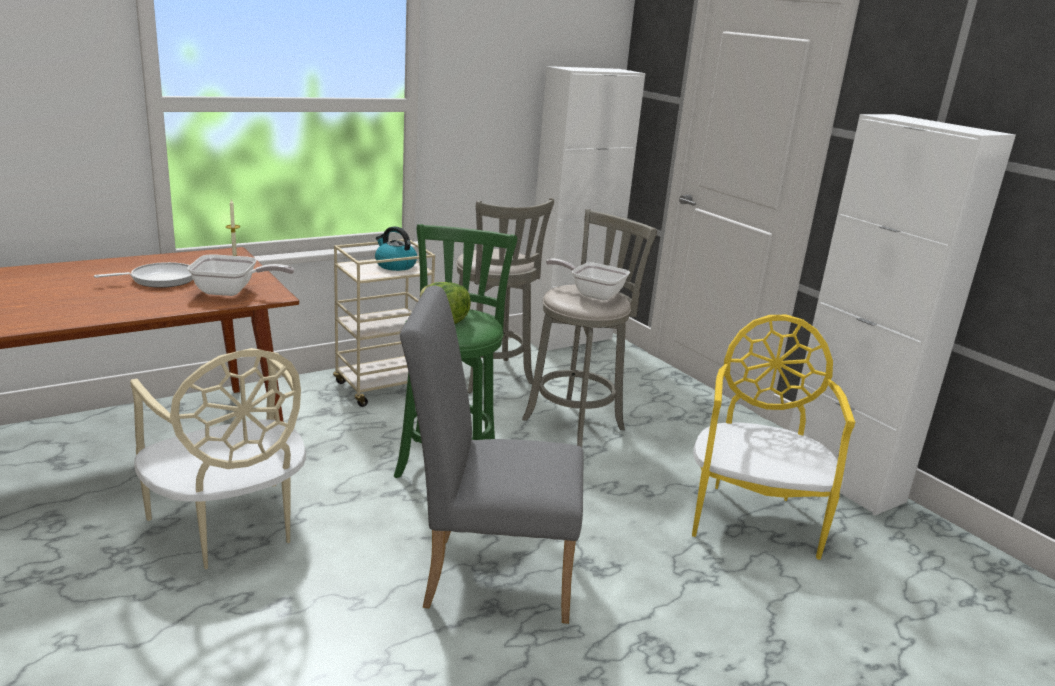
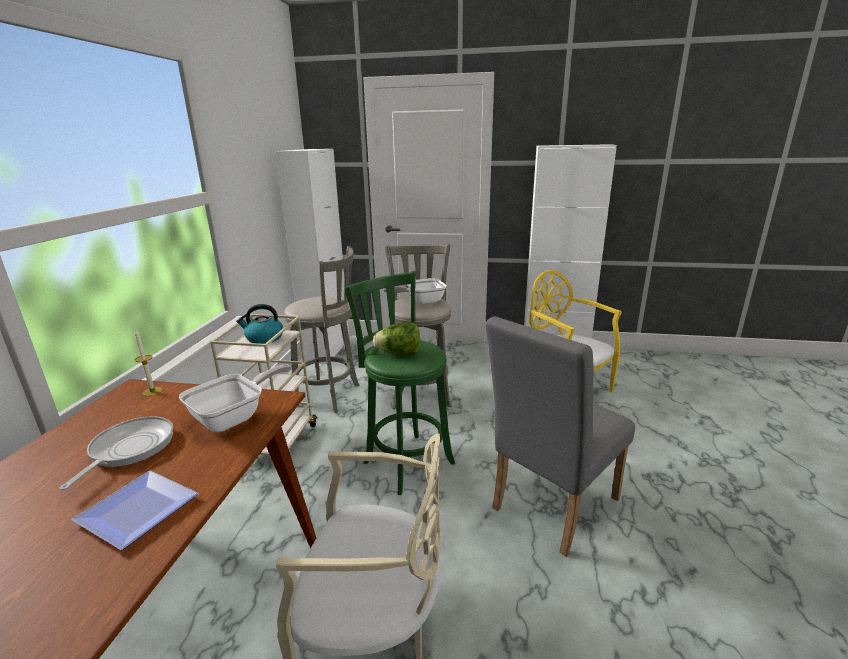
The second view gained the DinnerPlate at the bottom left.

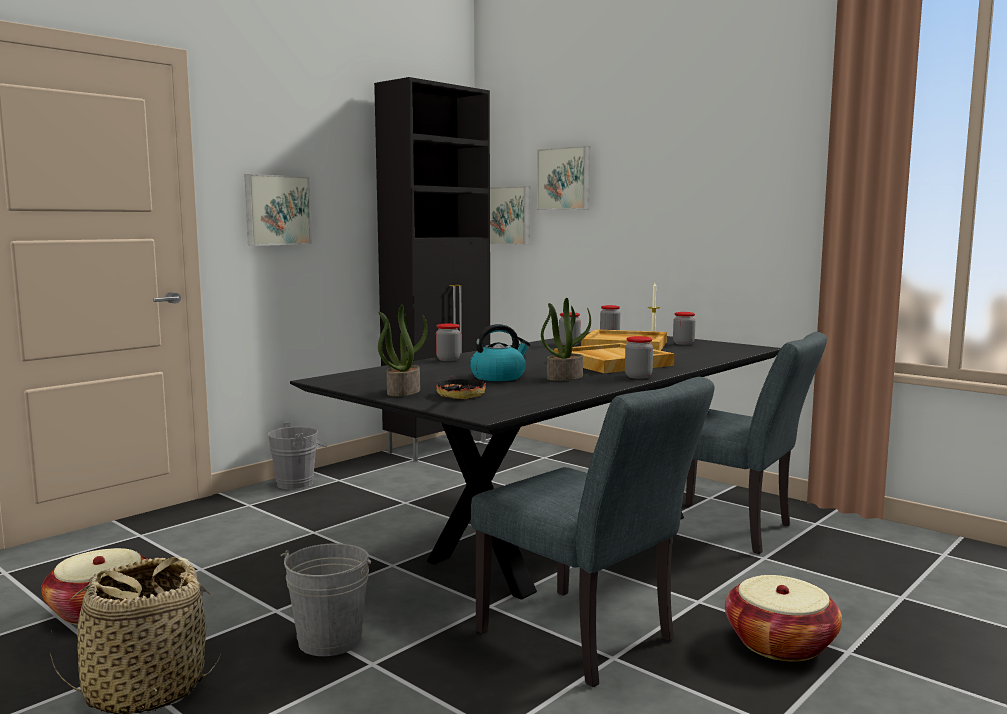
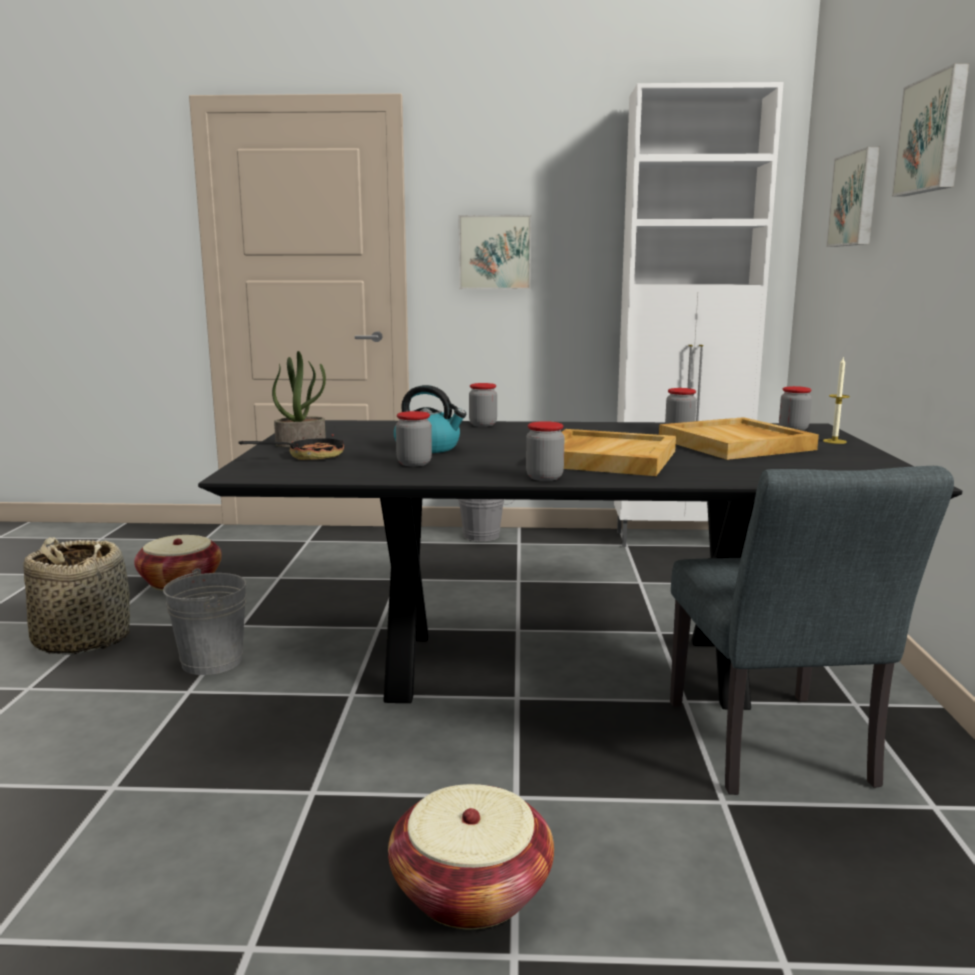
The second view lost the GrayPlainChair (no. 1 from left) at the bottom centre. The second view lost the Houseplant (no. 2 from left) at the centre. The WallArt (no. 2 from left in the first image) ended up elsewhere, having gone from the top centre to the top right. The Jar (no. 5 from left in the first image) ended up elsewhere, having gone from the middle right to the centre. What was the BlackishStorageCabinet at the centre turned into the WhiteColouredStorageCabinet at the top right.

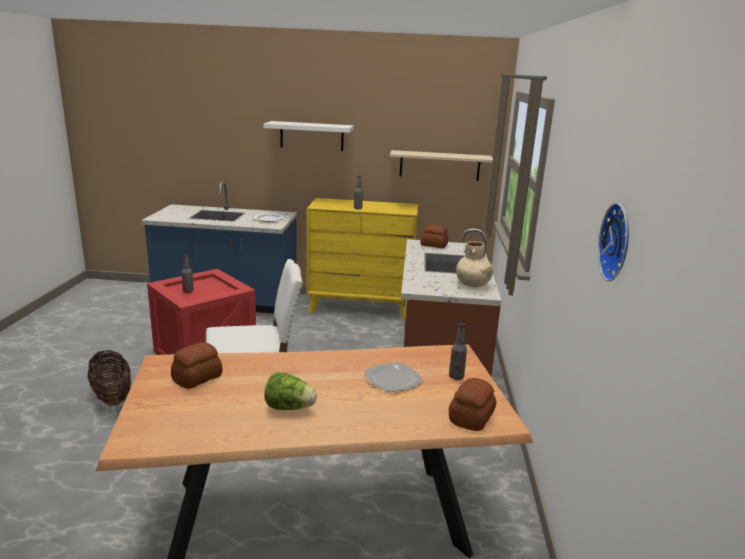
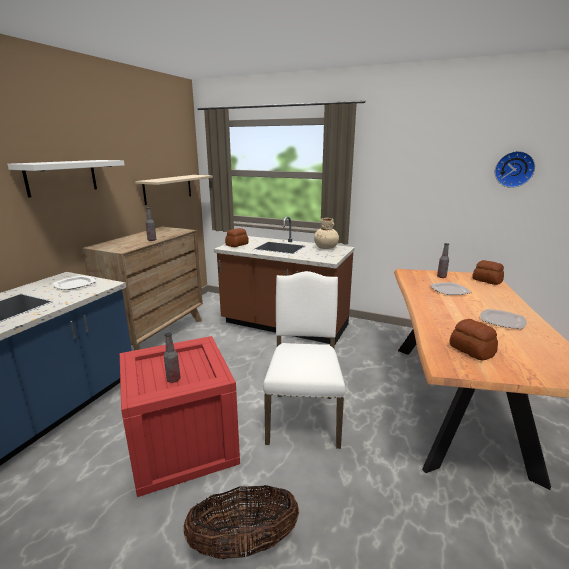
Where the HeadOfLettuce stood at the bottom centre, the DinnerPlate (no. 3 from left) came to stand at the middle right. What was the YellowColouredDresser at the centre turned into the BrownishDresser at the middle left.

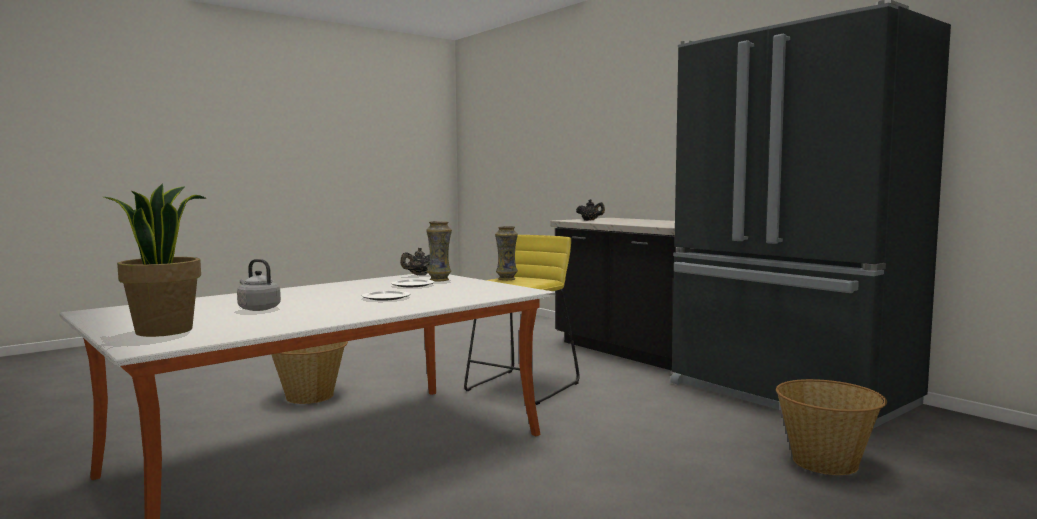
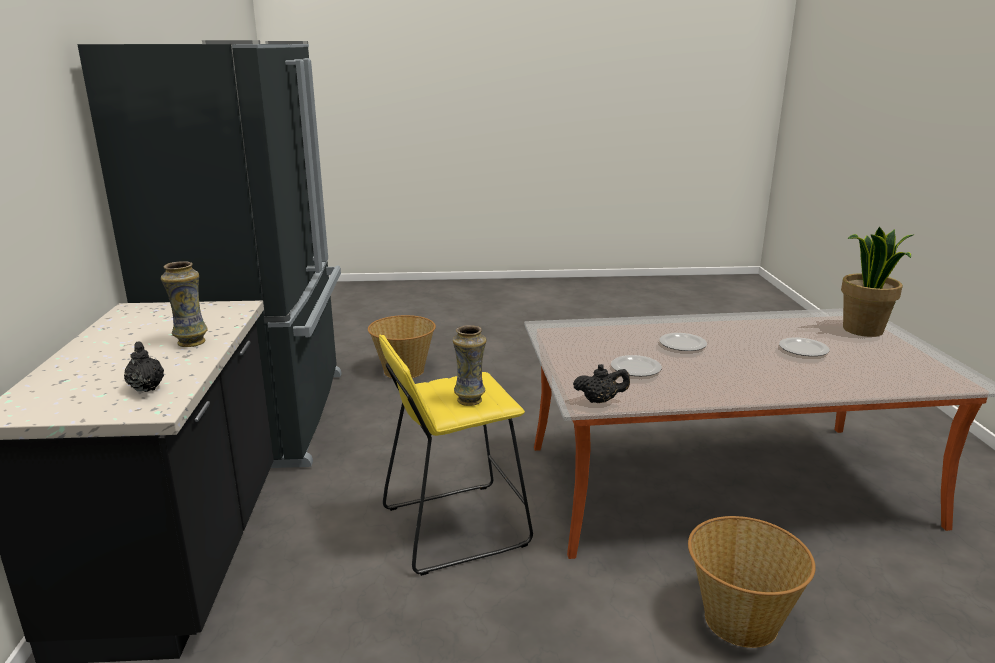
The DecorativeVase (no. 1 from left) ended up elsewhere, having gone from the centre to the middle left. Where the GrayTeaKettle stood at the middle left, the DinnerPlate (no. 3 from left) came to stand at the middle right.

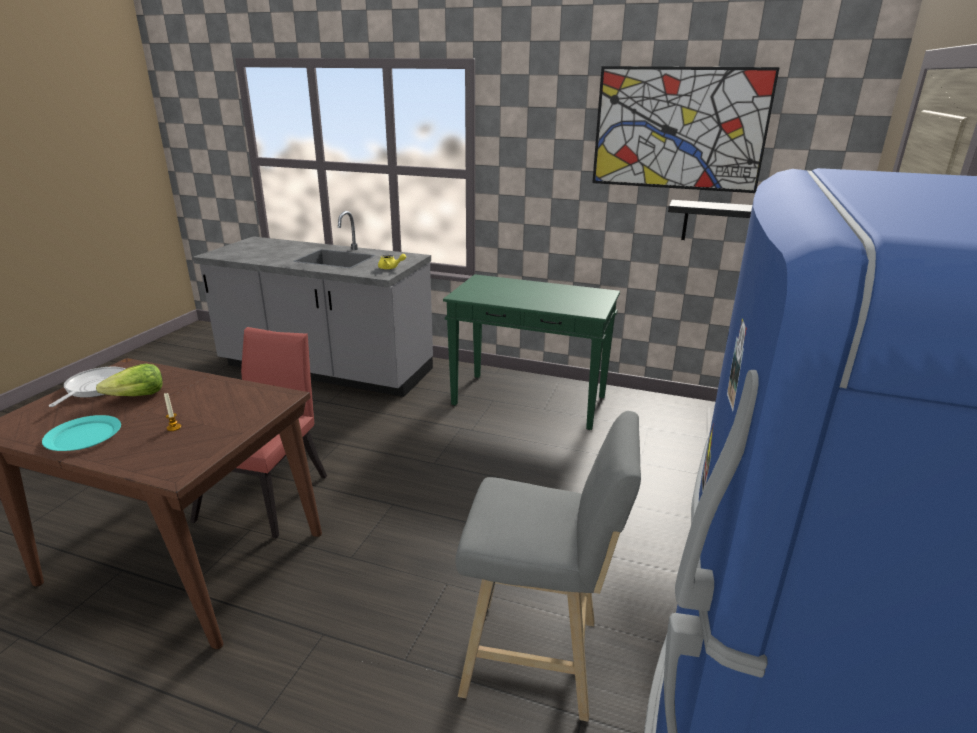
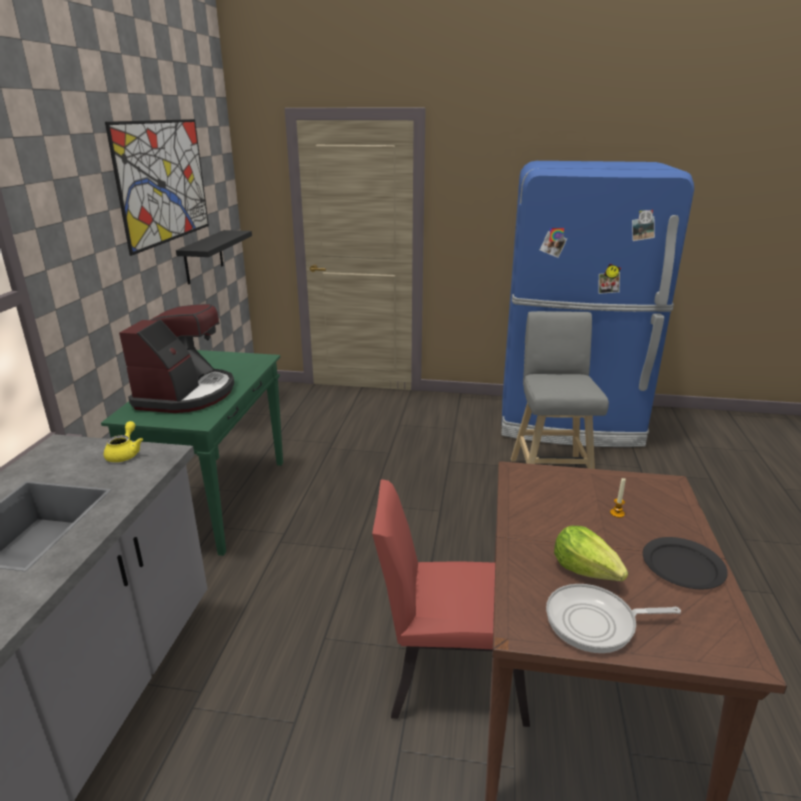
The second view gained the CoffeeMachine at the middle left. What was the TurquoiseColouredDinnerPlate at the middle left turned into the BlackishDinnerPlate at the bottom right.

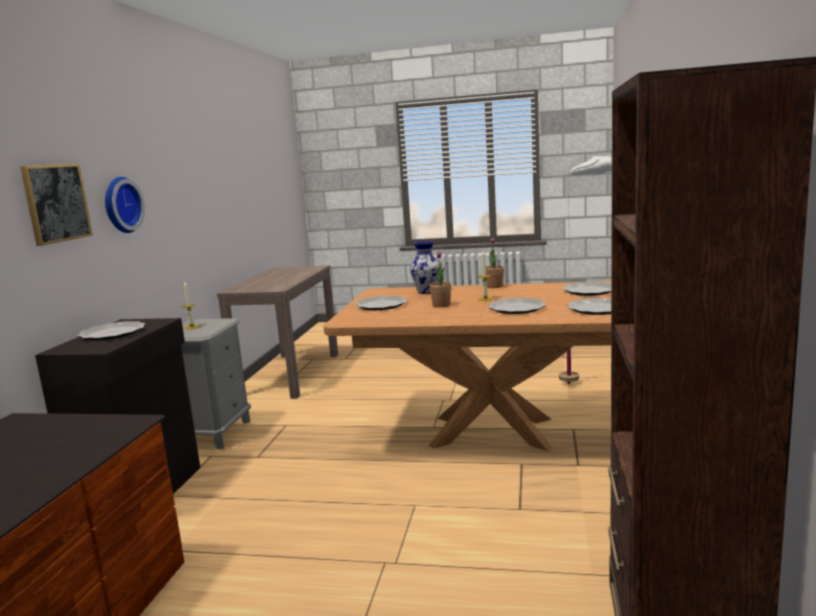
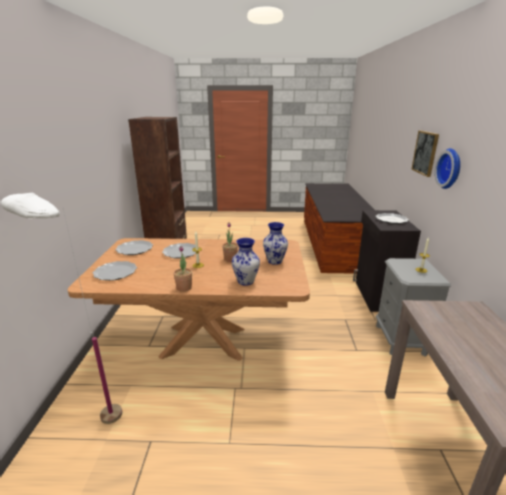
Where the DinnerPlate (no. 2 from left) stood at the centre, the DecorativeVase (no. 2 from left) came to stand at the centre.

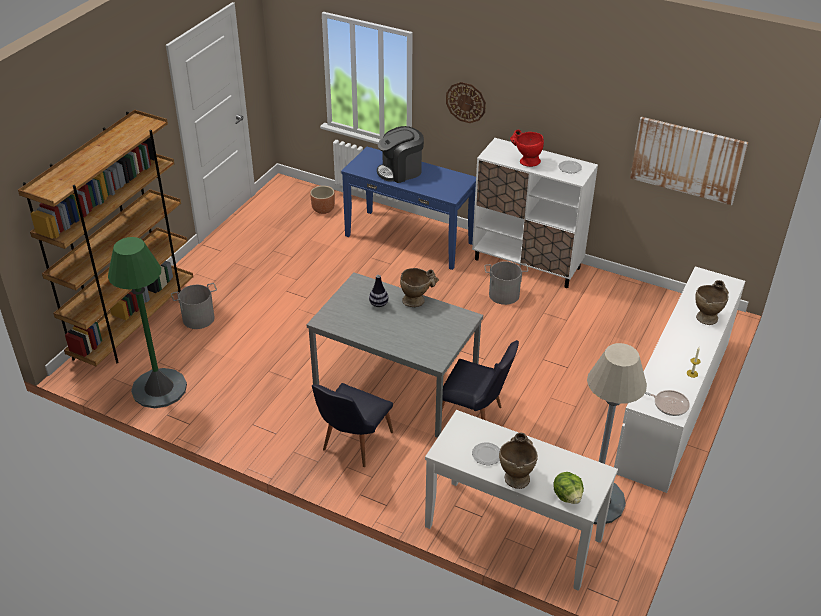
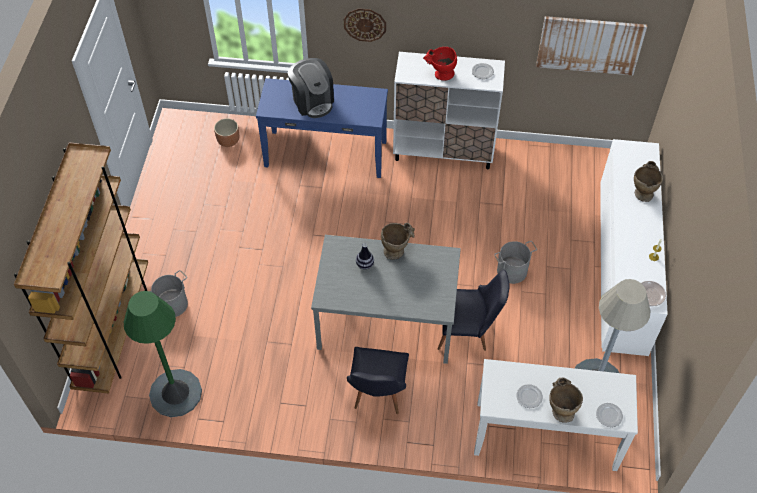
The GrayBucket (no. 2 from left) ended up elsewhere, having gone from the centre to the middle right. Where the HeadOfLettuce stood at the bottom right, the DinnerPlate (no. 3 from left) came to stand at the bottom right. The CoffeeMachine at the top centre ended up facing another way, 75 degrees counterclockwise from before.

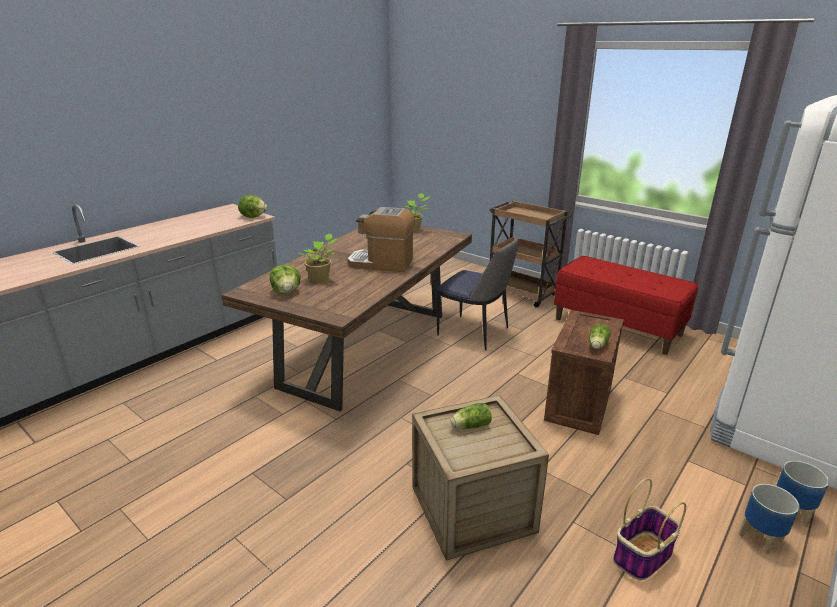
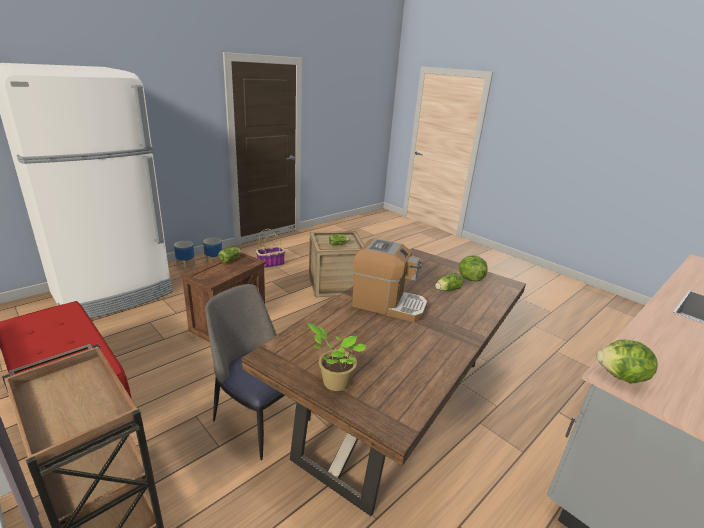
Where the Houseplant (no. 1 from left) stood at the centre, the HeadOfLettuce (no. 3 from left) came to stand at the centre.

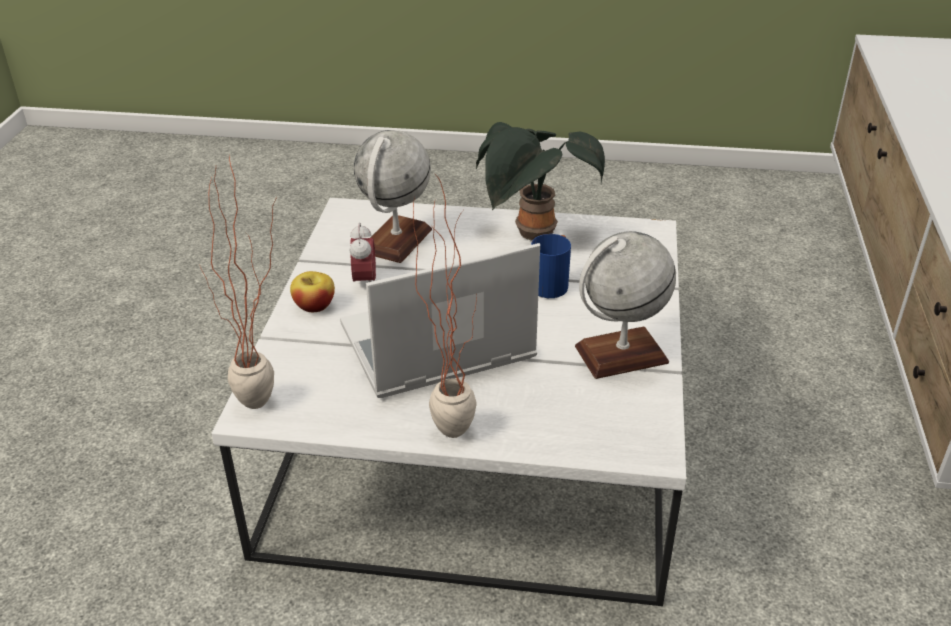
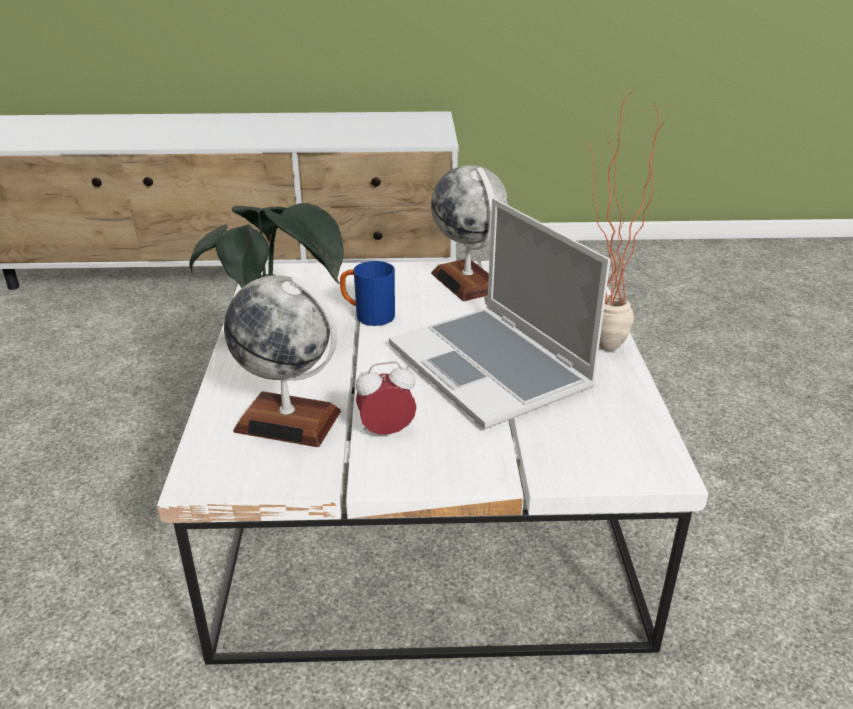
The second view lost the Houseplant (no. 1 from left) at the middle left. The second view lost the AppleFruit at the middle left.

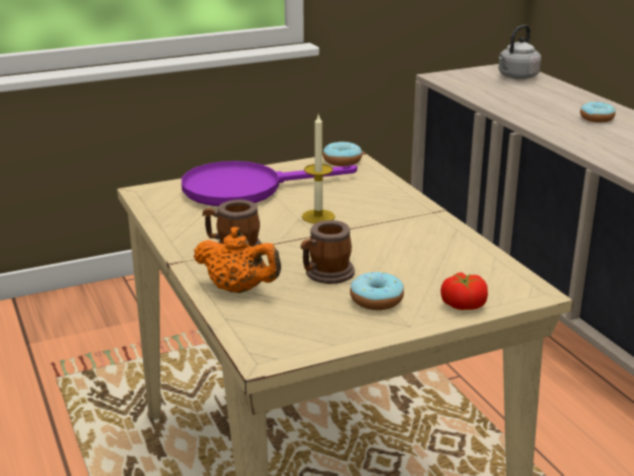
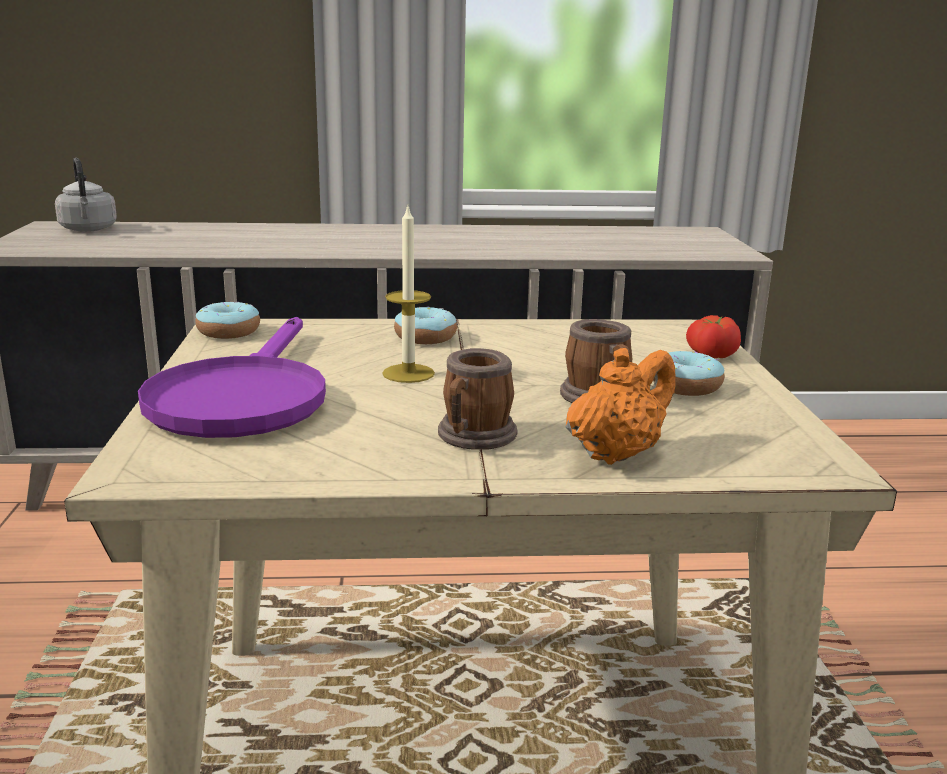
The Donut (no. 3 from left in the first image) ended up elsewhere, having gone from the top right to the centre.

